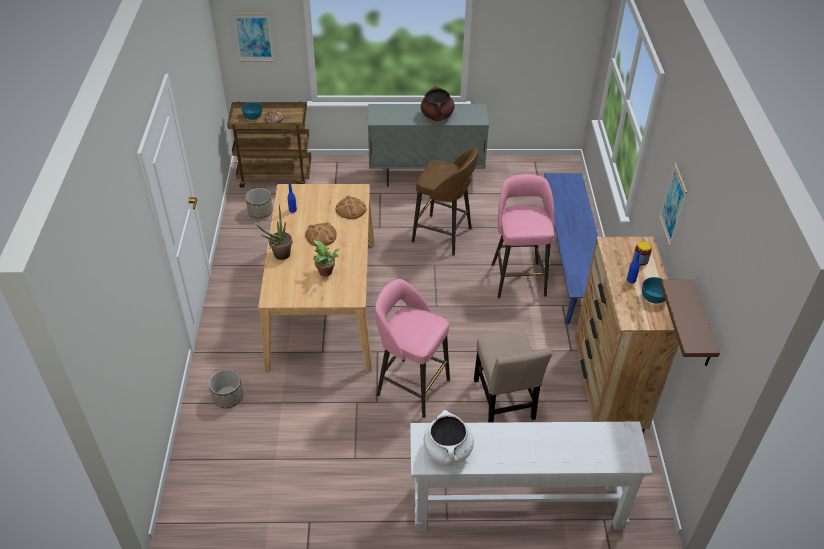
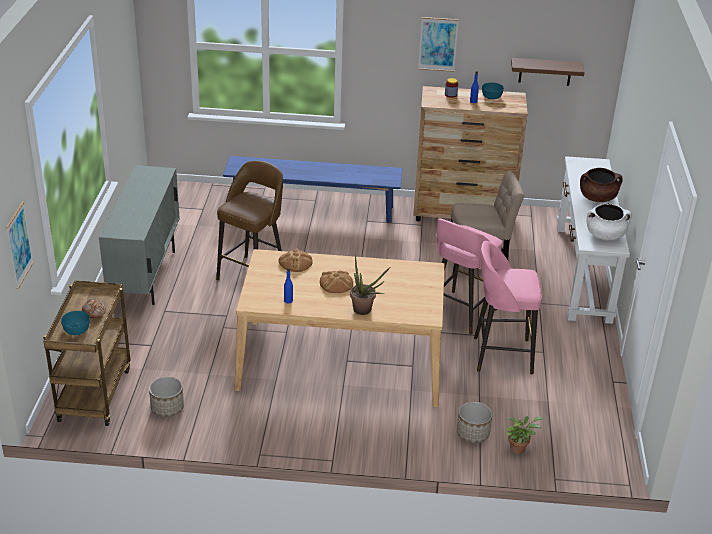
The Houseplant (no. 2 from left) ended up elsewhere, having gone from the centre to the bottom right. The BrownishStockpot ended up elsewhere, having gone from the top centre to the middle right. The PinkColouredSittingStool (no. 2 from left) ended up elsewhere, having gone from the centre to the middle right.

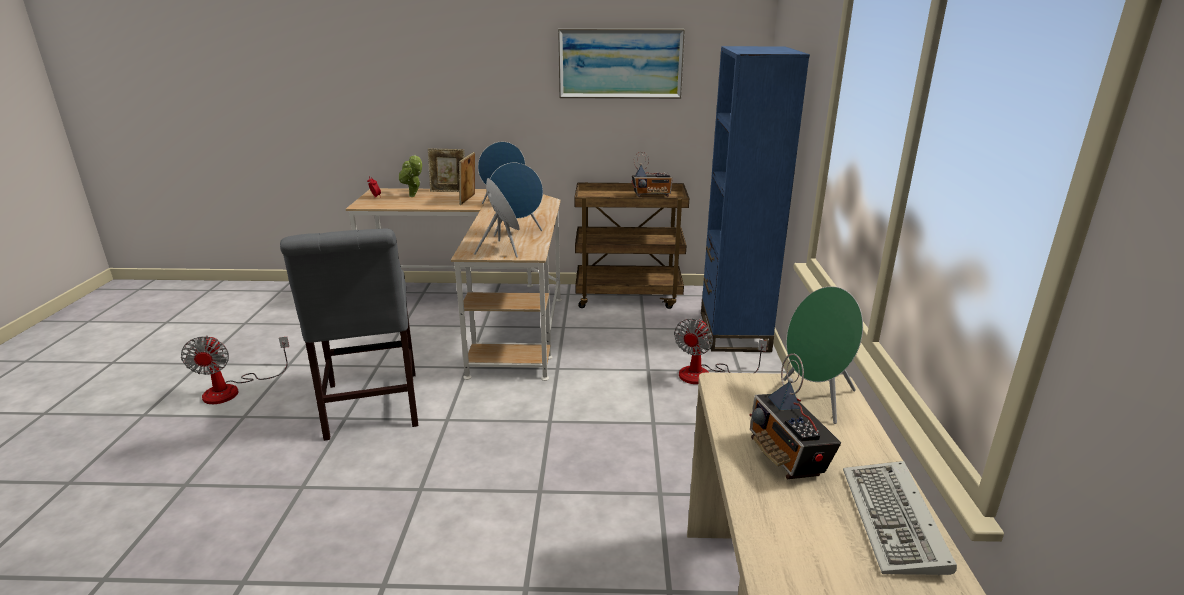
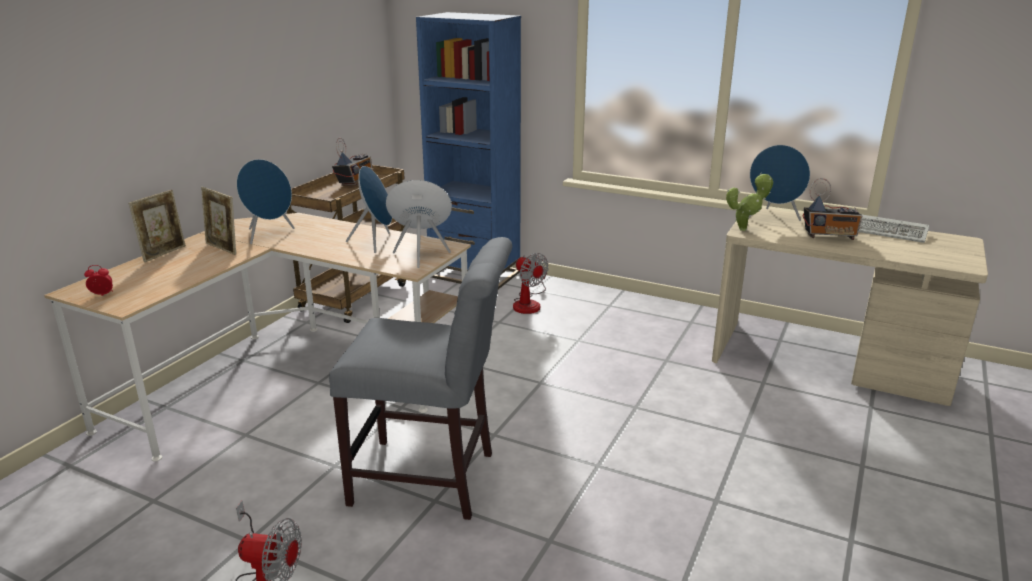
The second view lost the WallArt at the top centre. The Houseplant ended up elsewhere, having gone from the top centre to the middle right. What was the GreenLoudspeaker at the middle right turned into the BluishLoudspeaker (no. 4 from left) at the top right.

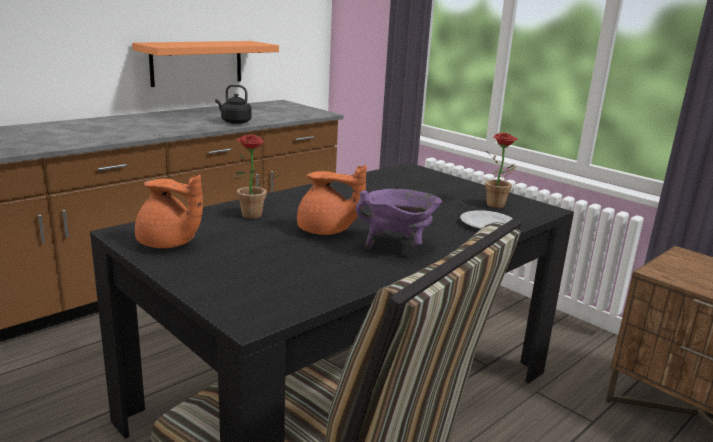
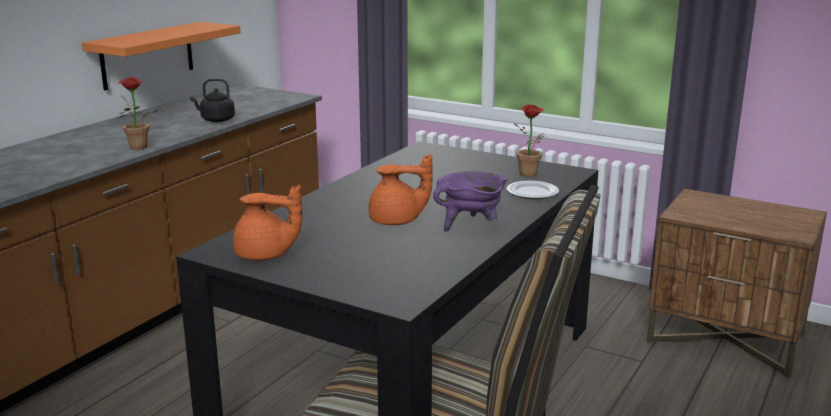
The Houseplant (no. 1 from left) ended up elsewhere, having gone from the centre to the top left.

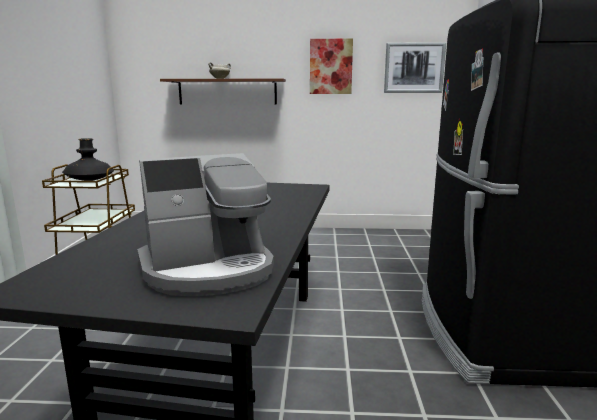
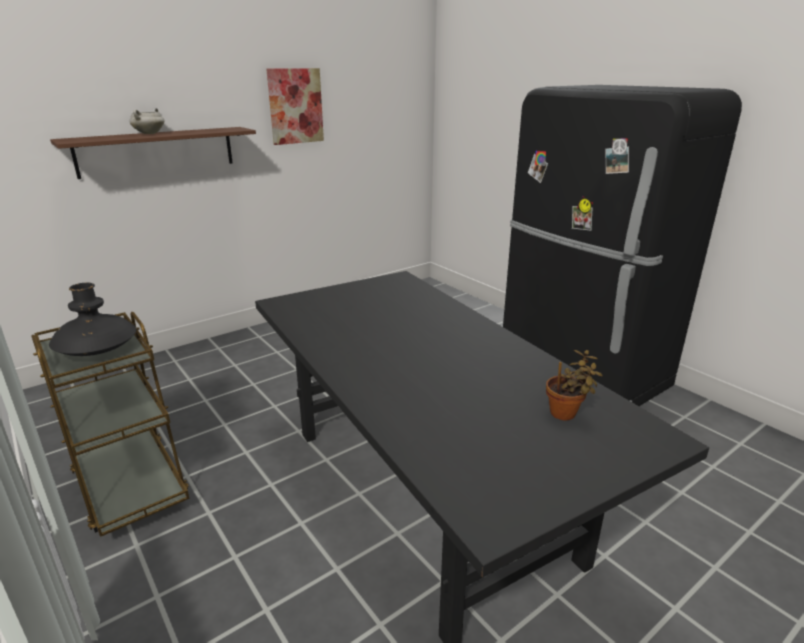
The second view lost the WallArt (no. 2 from left) at the top right. Where the CoffeeMachine stood at the centre, the Houseplant came to stand at the middle right.

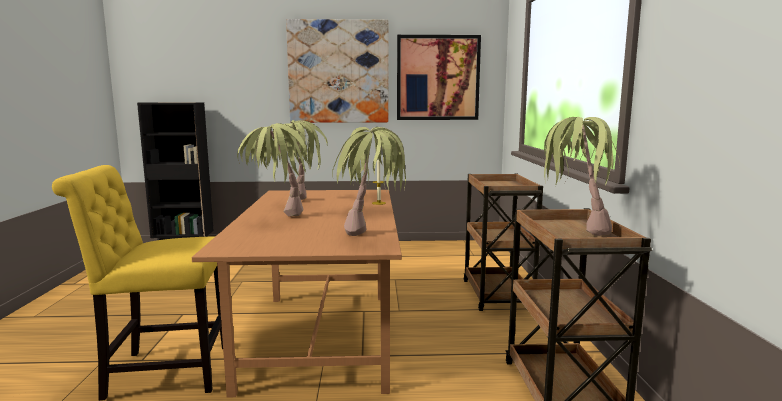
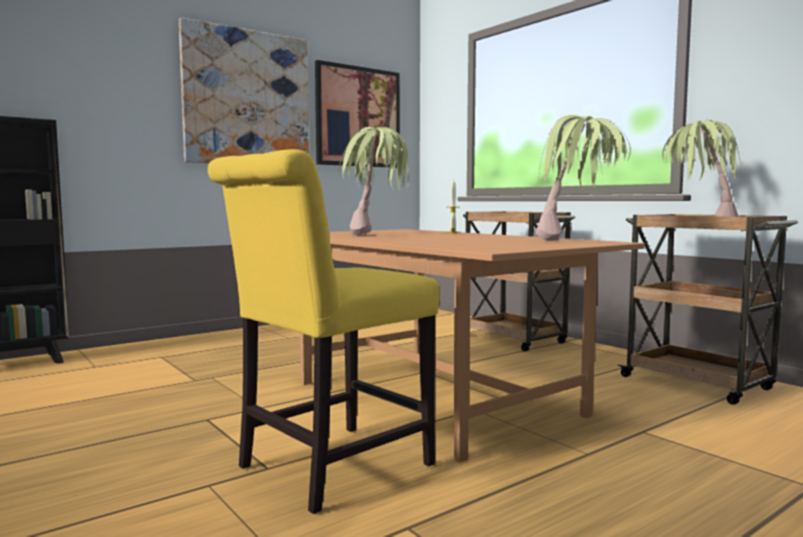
The second view lost the Houseplant (no. 1 from left) at the centre.

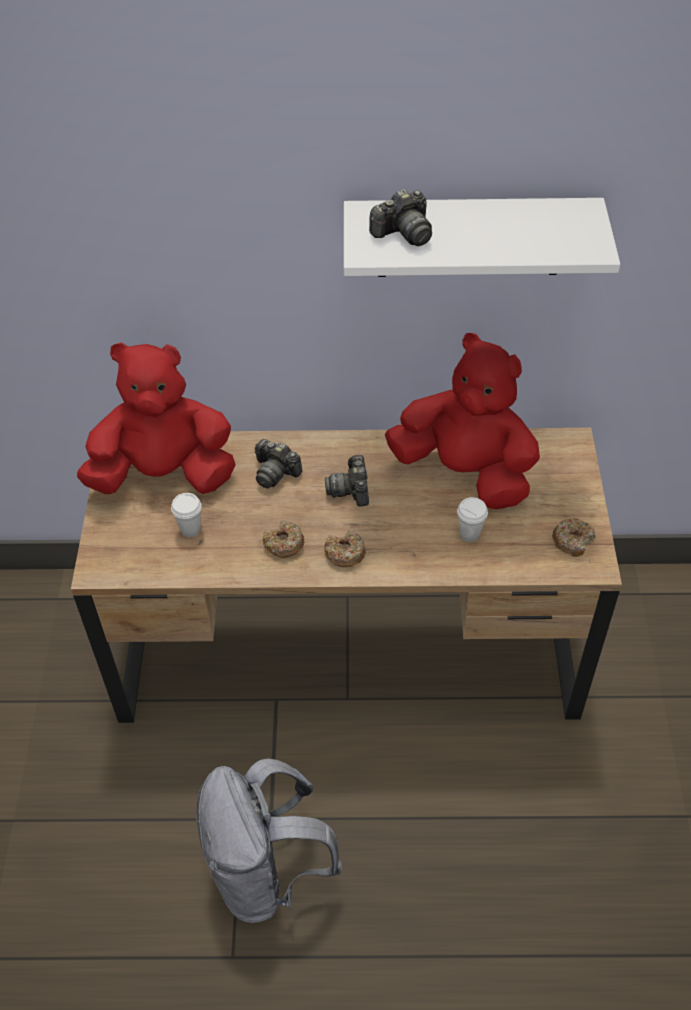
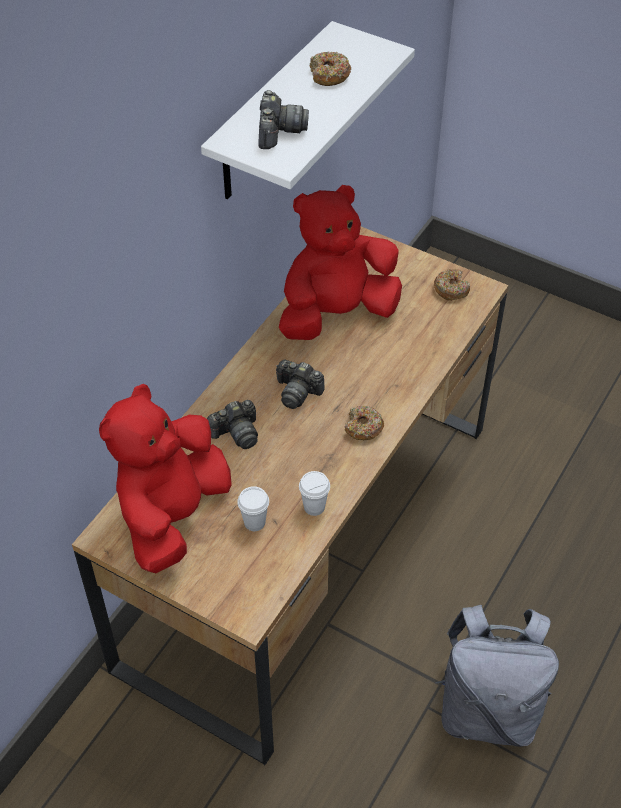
The Donut (no. 1 from left) ended up elsewhere, having gone from the centre to the top centre. The WhiteColouredDrinkingCup (no. 2 from left) ended up elsewhere, having gone from the middle right to the centre.

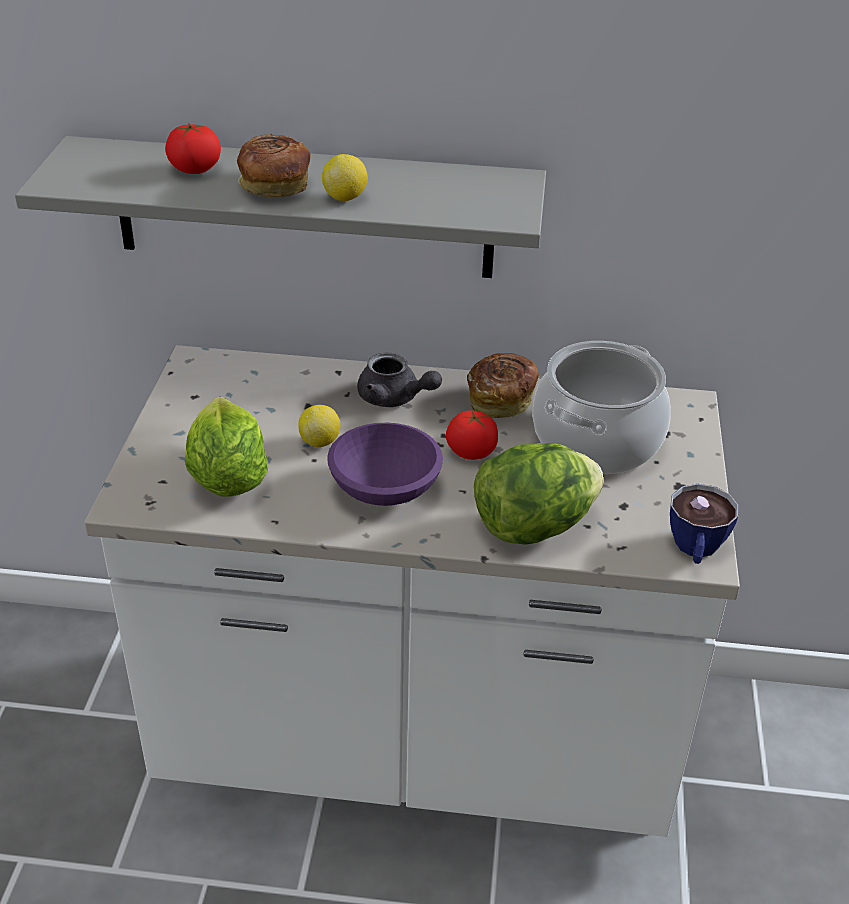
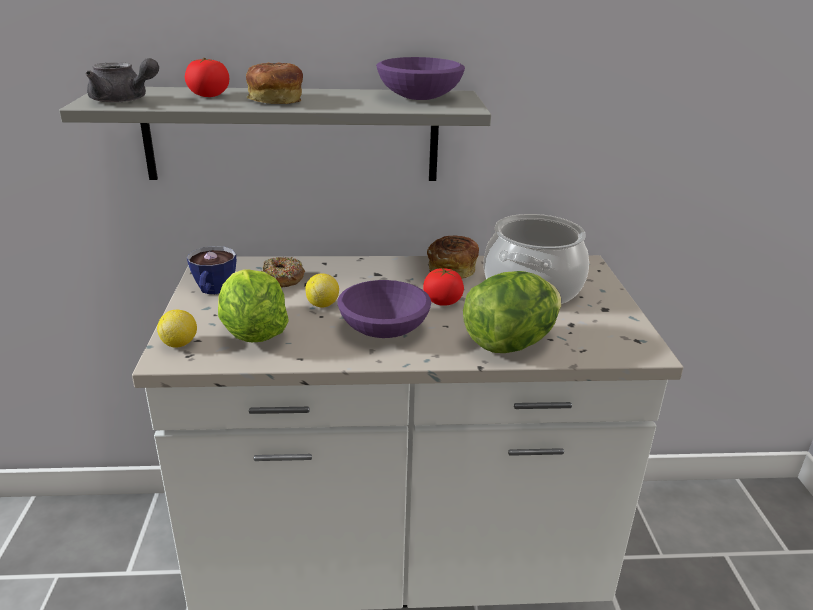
The second view gained the Donut at the centre. The second view gained the PurpleColouredBowl (no. 2 from left) at the top centre. The WholeLemon (no. 2 from left in the first image) ended up elsewhere, having gone from the top centre to the middle left. The GrayTeaPot ended up elsewhere, having gone from the centre to the top left. The DrinkingCup ended up elsewhere, having gone from the middle right to the middle left.

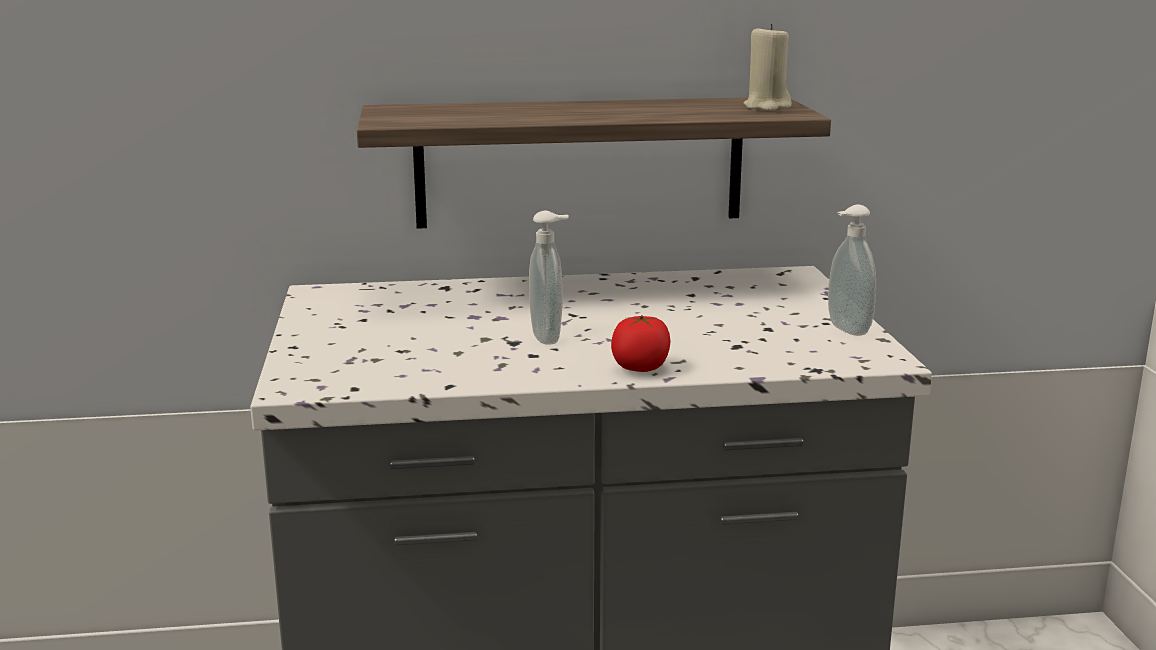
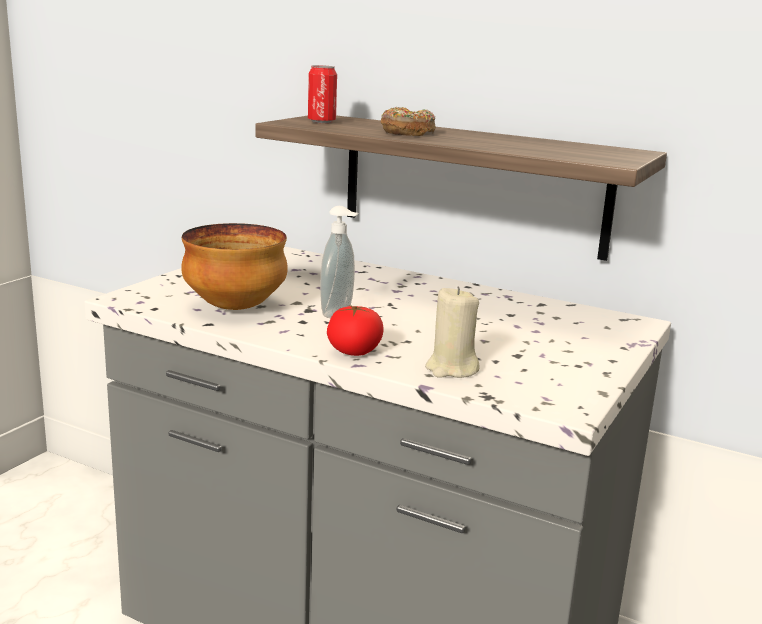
The second view lost the SoapDispenser (no. 2 from left) at the middle right. The second view gained the Bowl at the middle left. The second view gained the MetalCan at the top centre. The second view gained the Donut at the top centre. The SandColouredWaxCandle ended up elsewhere, having gone from the top centre to the centre.

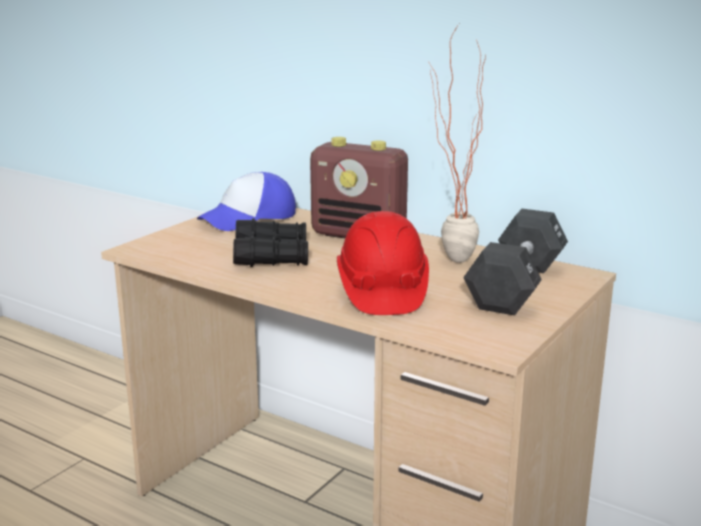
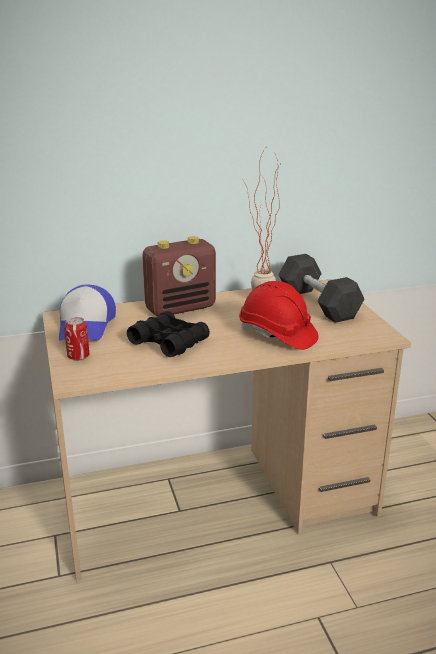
The second view gained the MetalCan at the middle left.

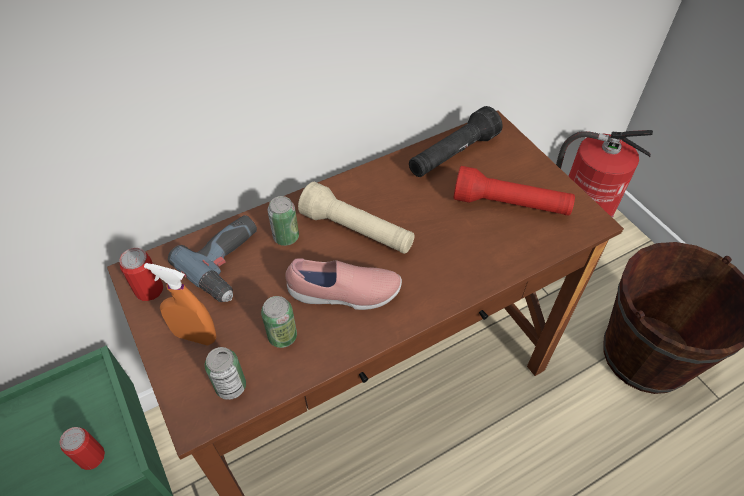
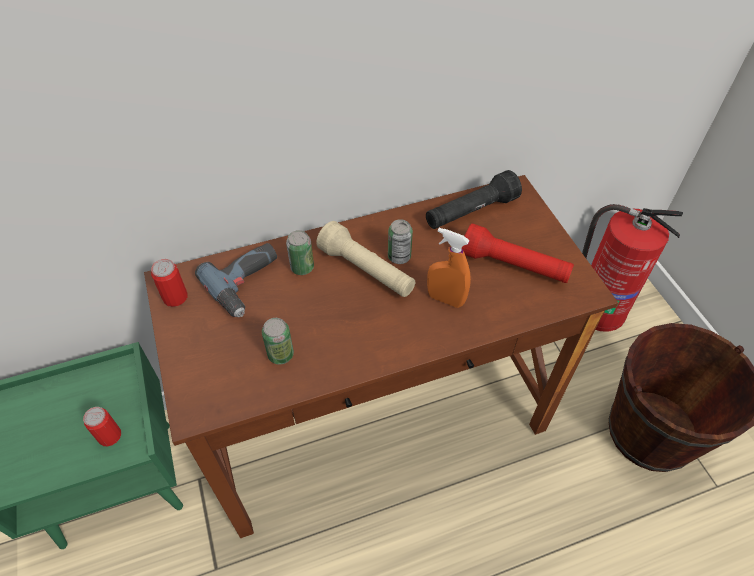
The second view lost the PinkColouredShoe at the centre. The OrangeySprayBottle ended up elsewhere, having gone from the middle left to the centre. The MetalCan (no. 3 from left in the first image) ended up elsewhere, having gone from the bottom left to the centre.

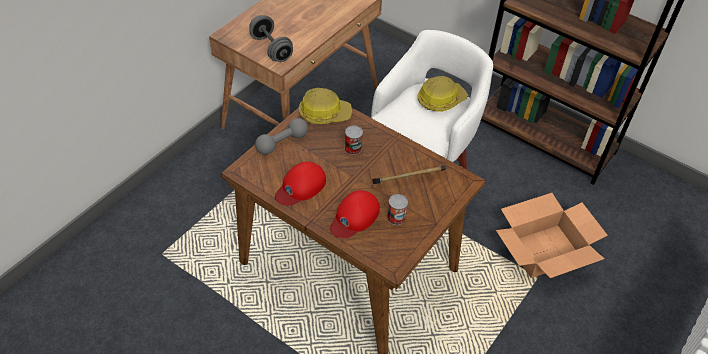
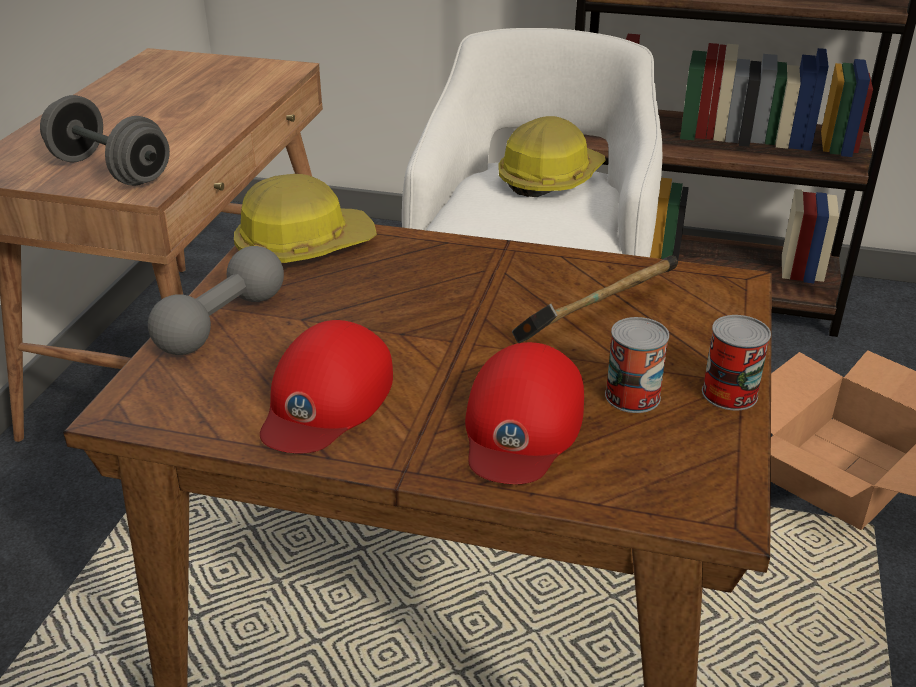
The MetalCan (no. 1 from left in the first image) ended up elsewhere, having gone from the centre to the middle right.

